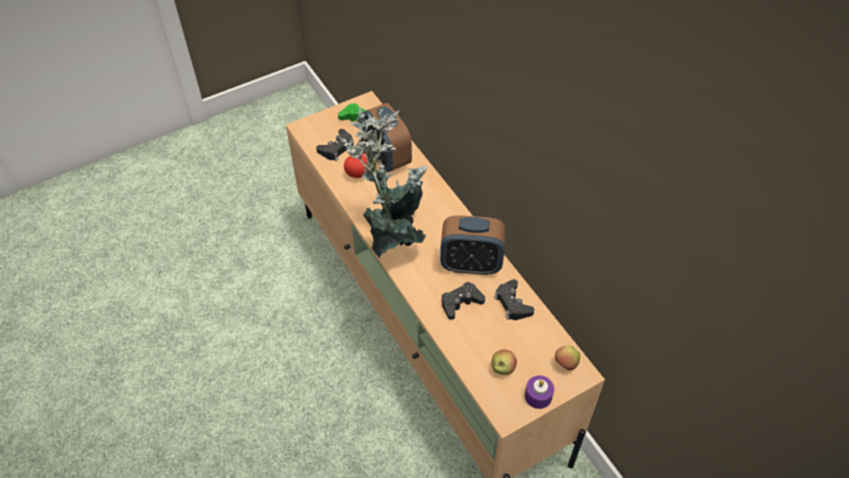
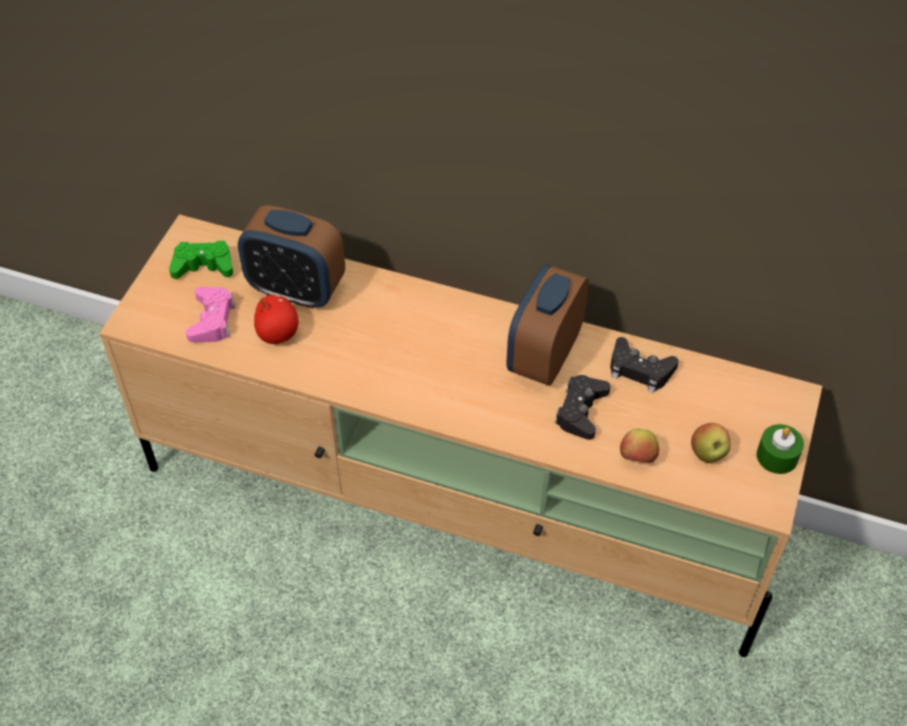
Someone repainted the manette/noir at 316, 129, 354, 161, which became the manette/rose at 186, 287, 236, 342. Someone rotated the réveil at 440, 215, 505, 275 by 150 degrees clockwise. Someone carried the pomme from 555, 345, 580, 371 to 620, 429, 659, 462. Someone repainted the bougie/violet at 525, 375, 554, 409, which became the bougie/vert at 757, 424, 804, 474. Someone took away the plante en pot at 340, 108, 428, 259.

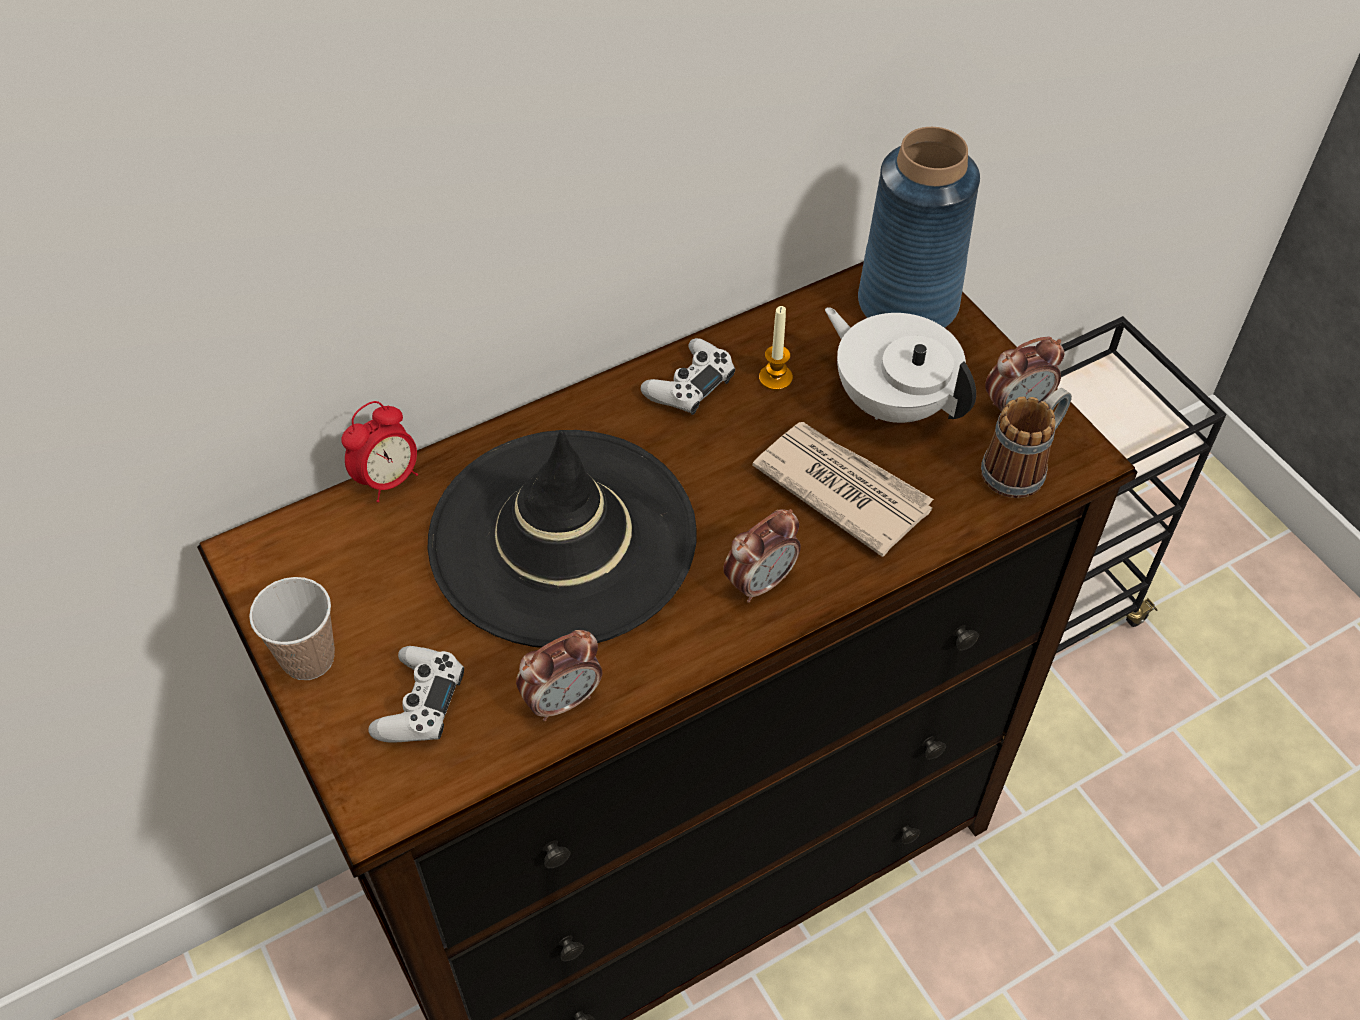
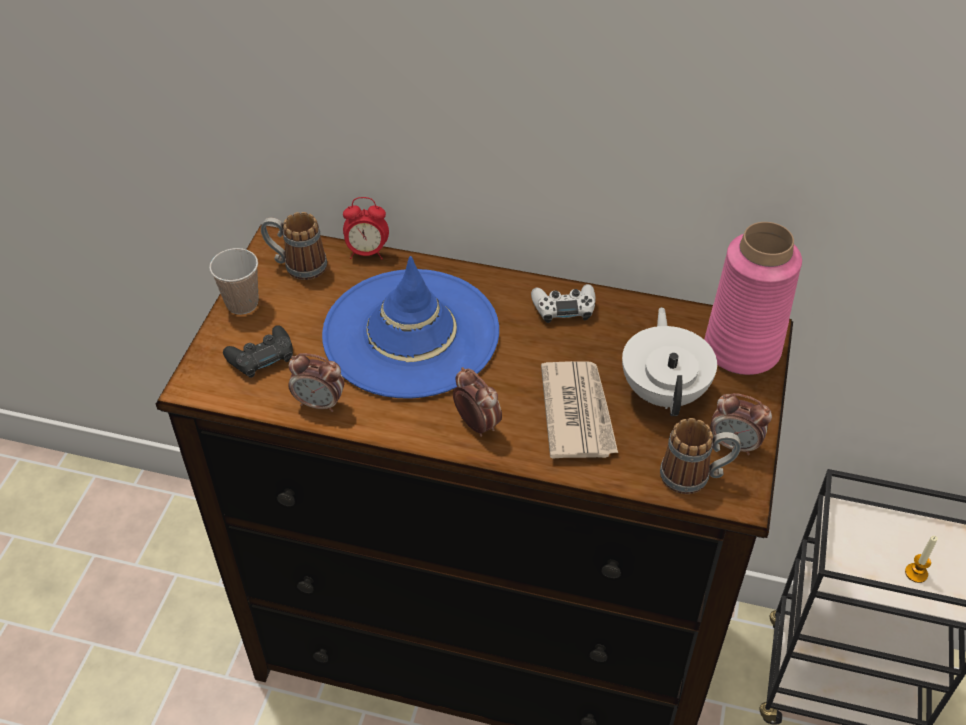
Someone repainted the manette/blanc at 369, 646, 464, 743, which became the manette/noir at 223, 325, 293, 378. Someone put down the mug at 261, 212, 327, 280. Someone repainted the chapeau/noir at 427, 430, 697, 648, which became the chapeau/bleu at 322, 256, 499, 399. Someone rotated the réveil at 723, 509, 801, 603 by 135 degrees counterclockwise. Someone repainted the vase/bleu at 858, 127, 980, 328, which became the vase/rose at 704, 222, 802, 375. Someone carried the bougie from 759, 306, 793, 391 to 905, 536, 938, 583.

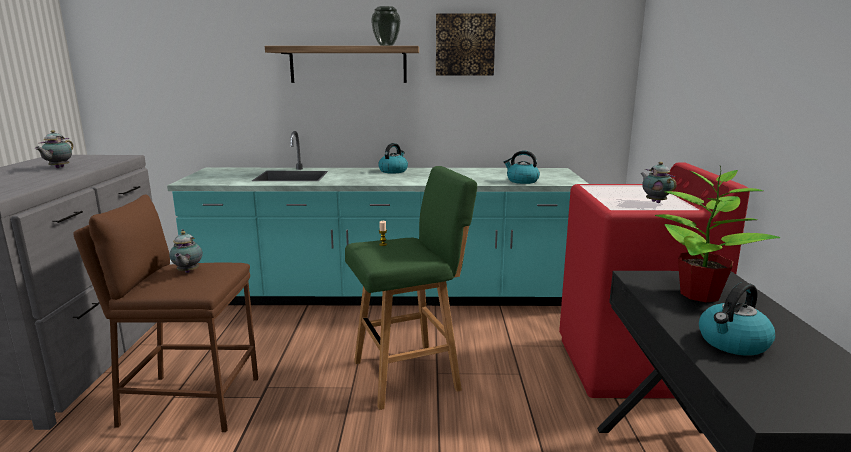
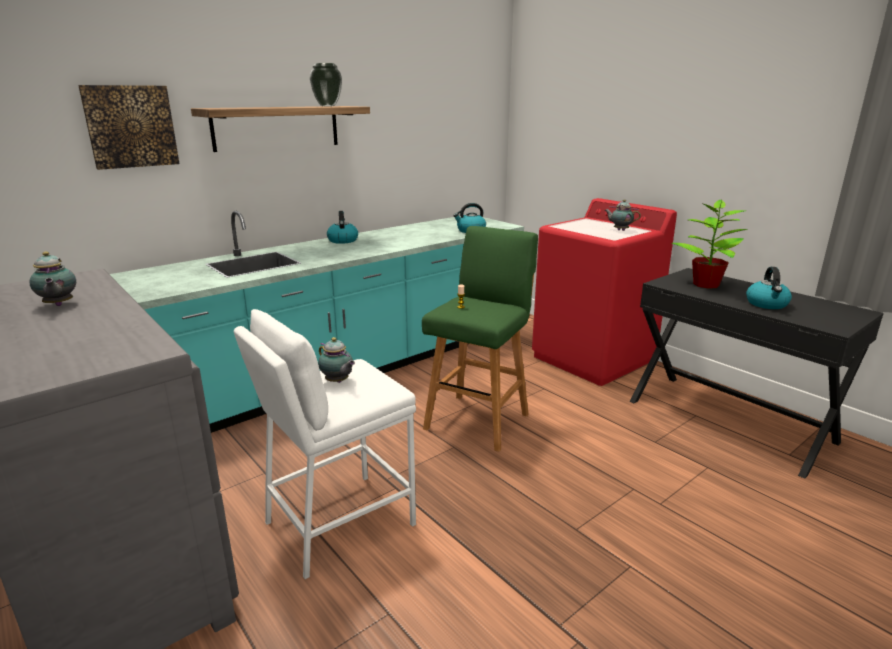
Someone carried the tableau from 436, 13, 496, 75 to 78, 85, 179, 170. Someone repainted the tabouret/marron at 73, 195, 258, 432, which became the tabouret/blanc at 234, 309, 416, 579.

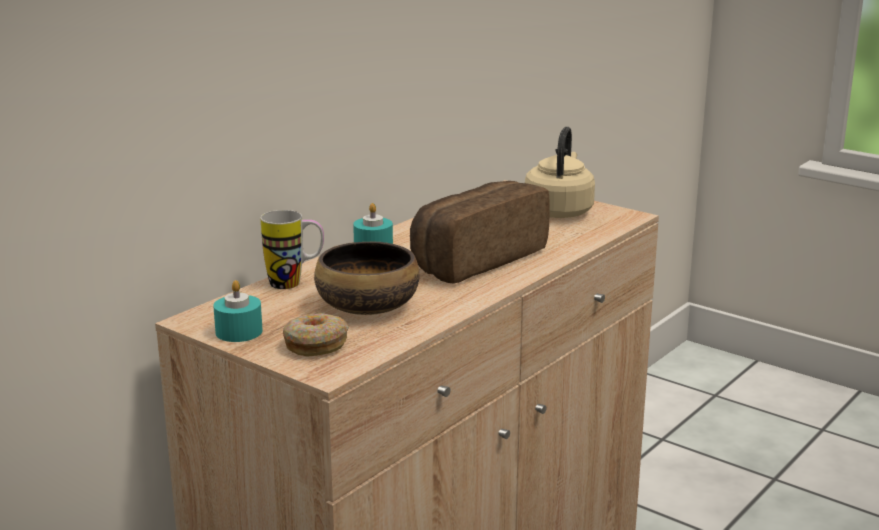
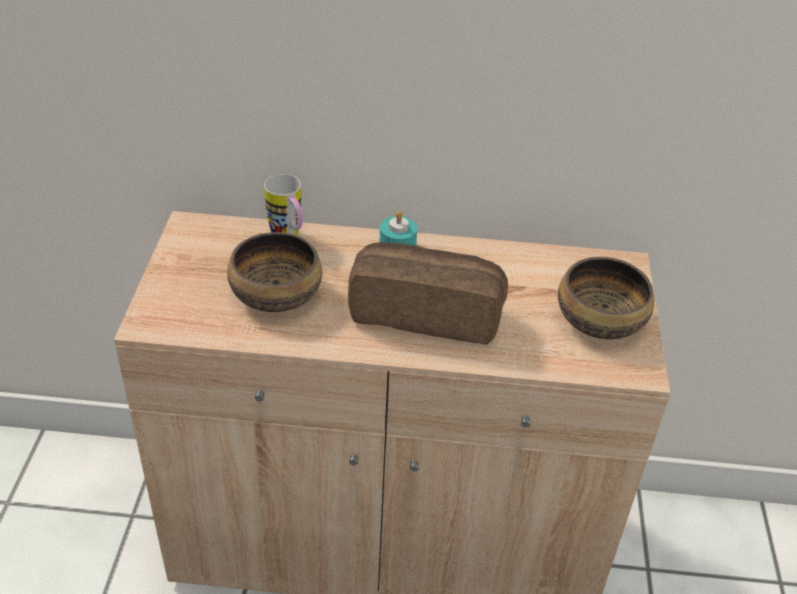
Someone swapped the bouilloire/beige at 525, 126, 595, 218 for the bol at 558, 257, 654, 339. Someone took away the bougie/turquoise at 213, 280, 263, 342. Someone took away the beignet at 283, 313, 349, 357.

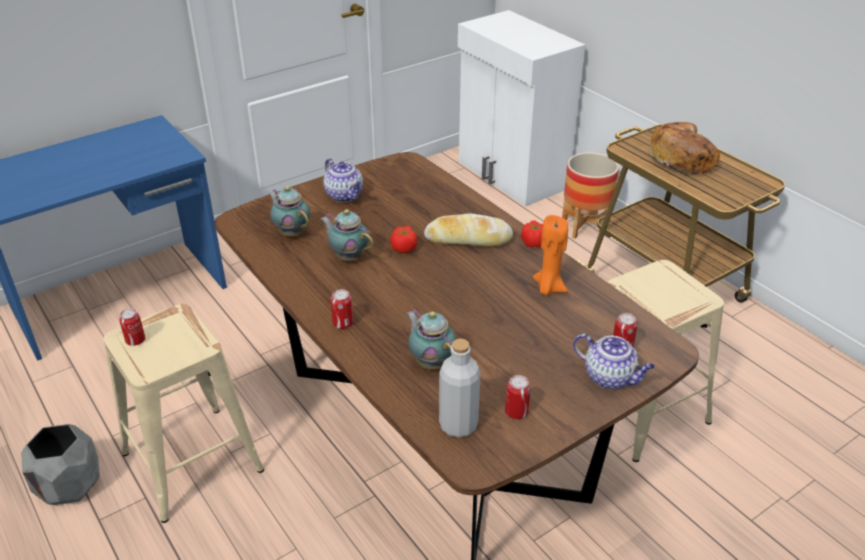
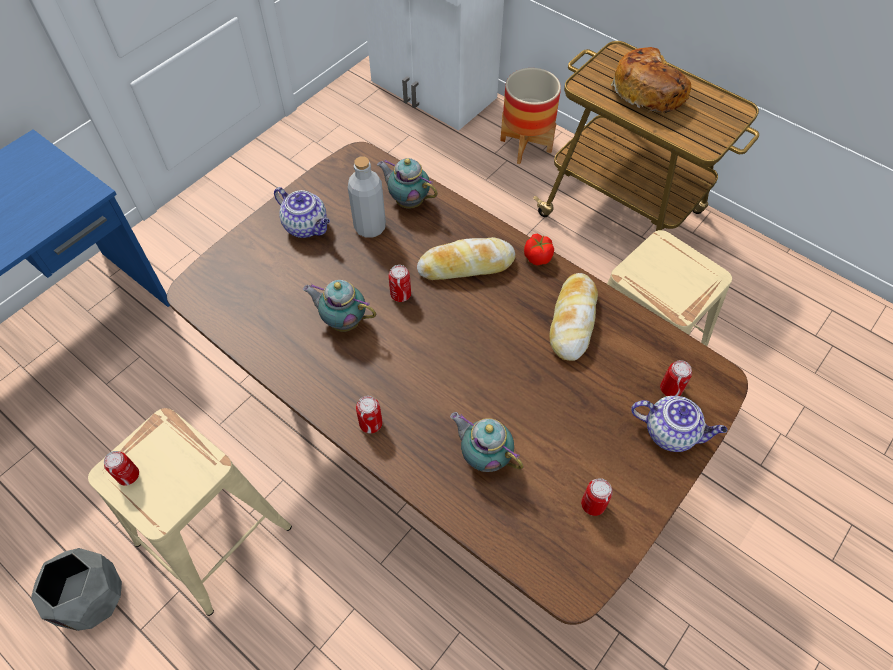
Someone carried the bouteille/gris from 439, 339, 481, 438 to 348, 157, 386, 238. Someone carried the théière from 269, 186, 310, 236 to 377, 158, 438, 209. Someone swapped the tomate at 391, 226, 417, 253 for the boîte métallique at 389, 265, 411, 302. Someone swapped the bougie/orange at 533, 215, 568, 295 for the pain at 550, 273, 598, 361.

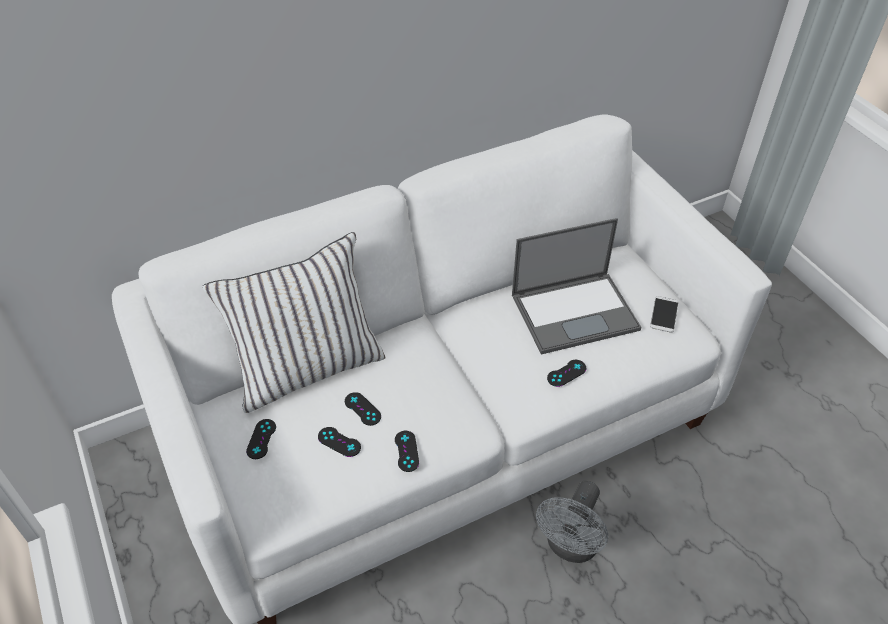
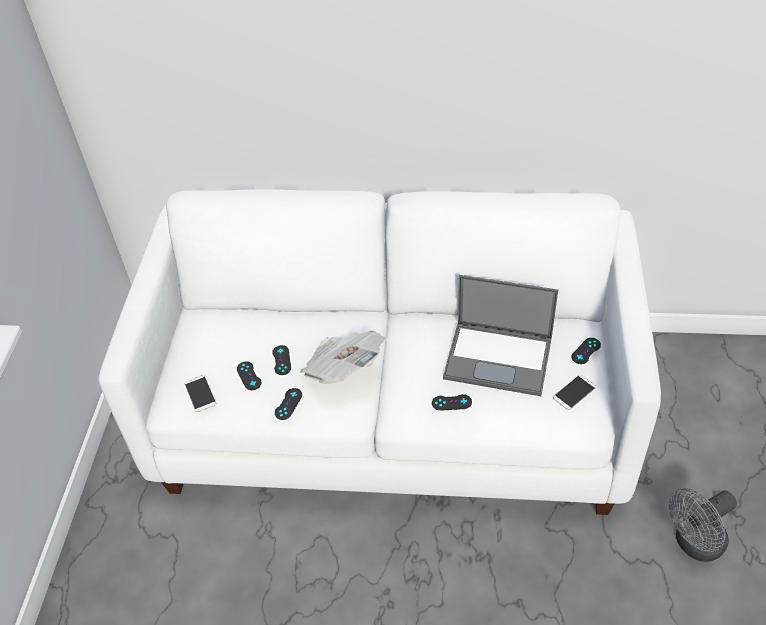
Someone put down the téléphone at 185, 375, 216, 412. Someone put down the journal at 300, 331, 386, 384. Someone carried the manette/noir from 246, 419, 276, 459 to 571, 338, 601, 364. Someone carried the ventilateur/gris from 536, 481, 609, 563 to 669, 488, 737, 562. Someone took away the coussin/blanc at 202, 232, 386, 413.

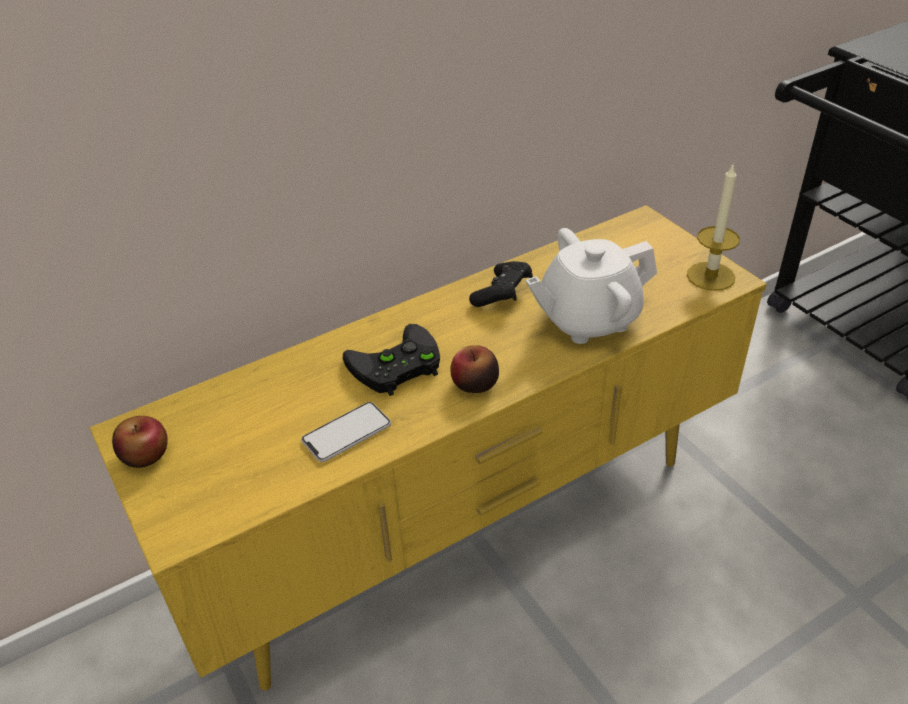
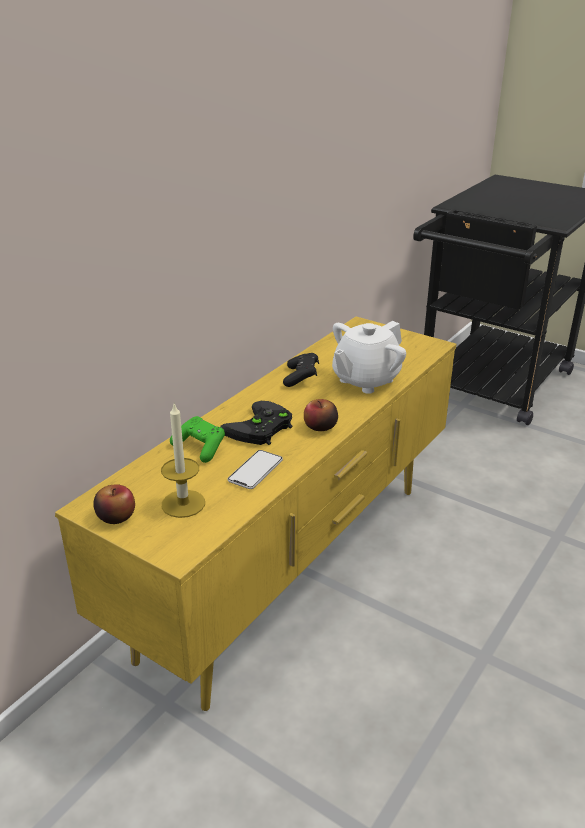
Someone carried the bougie from 687, 163, 740, 291 to 161, 404, 205, 518. Someone put down the manette/vert at 170, 416, 225, 463.

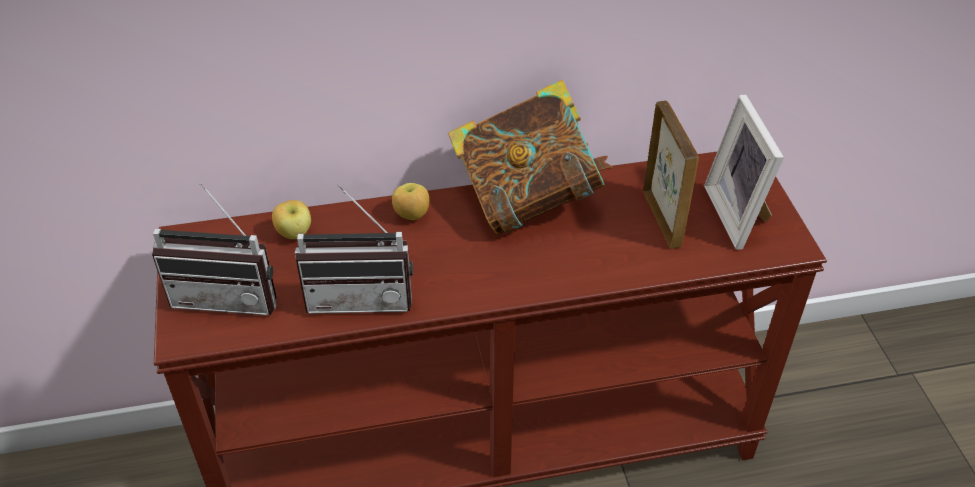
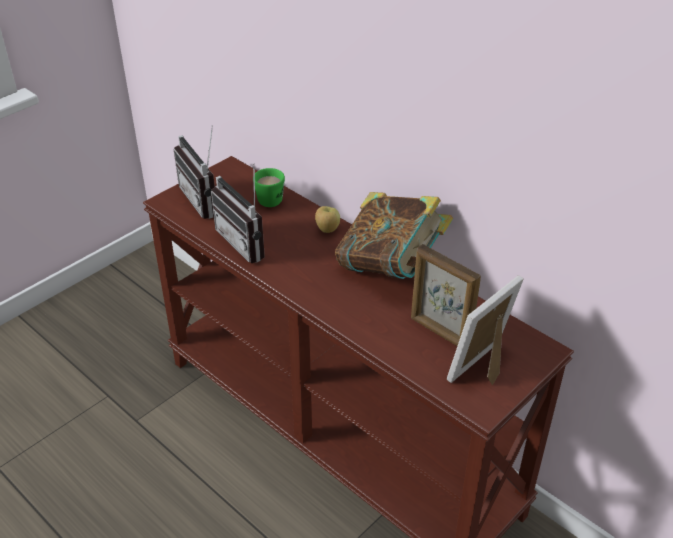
Someone swapped the pomme at 272, 200, 311, 239 for the mug/vert at 253, 168, 285, 207. Someone rotated the cadre photo at 643, 100, 699, 249 by 90 degrees clockwise.

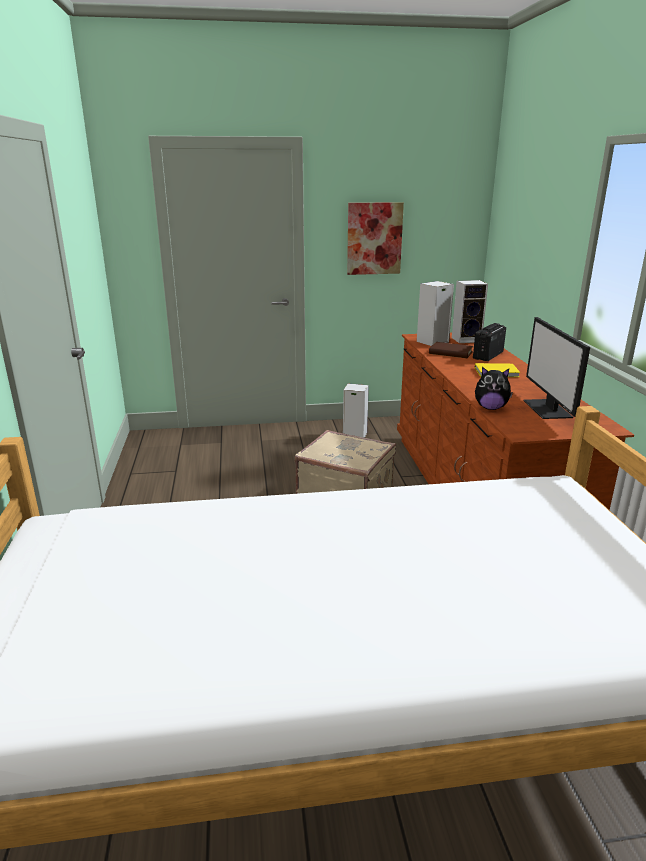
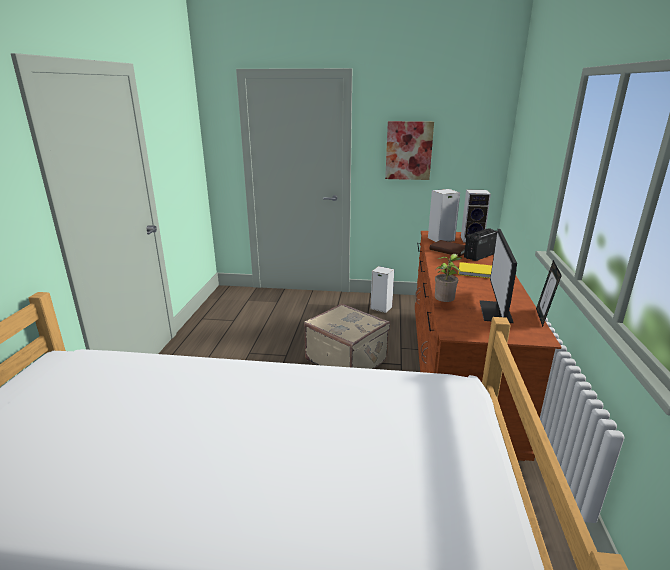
Someone swapped the peluche at 475, 367, 513, 410 for the plante en pot at 435, 254, 462, 302. Someone put down the cadre photo at 536, 260, 562, 327.

